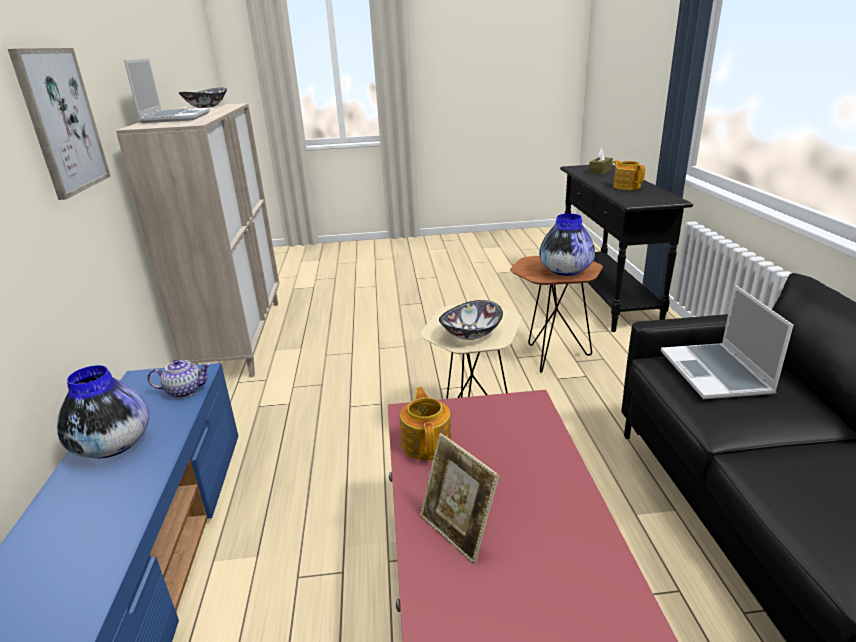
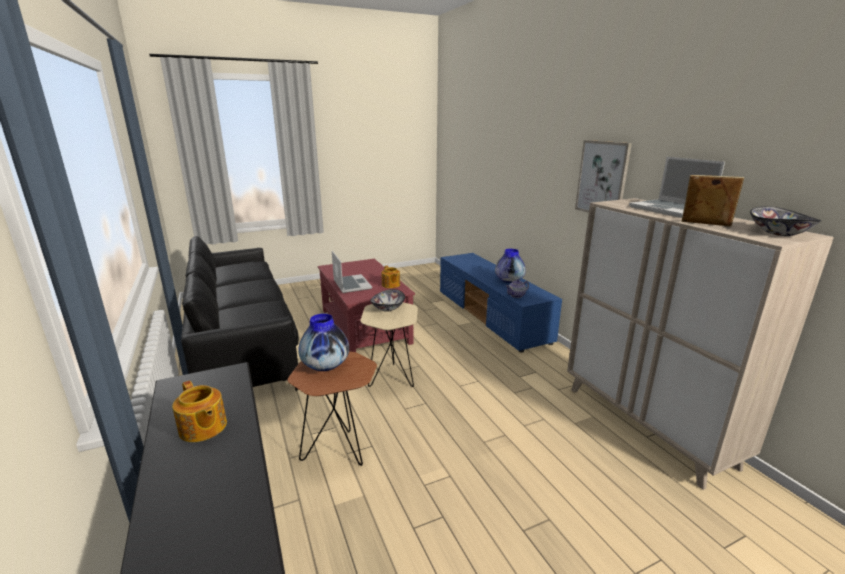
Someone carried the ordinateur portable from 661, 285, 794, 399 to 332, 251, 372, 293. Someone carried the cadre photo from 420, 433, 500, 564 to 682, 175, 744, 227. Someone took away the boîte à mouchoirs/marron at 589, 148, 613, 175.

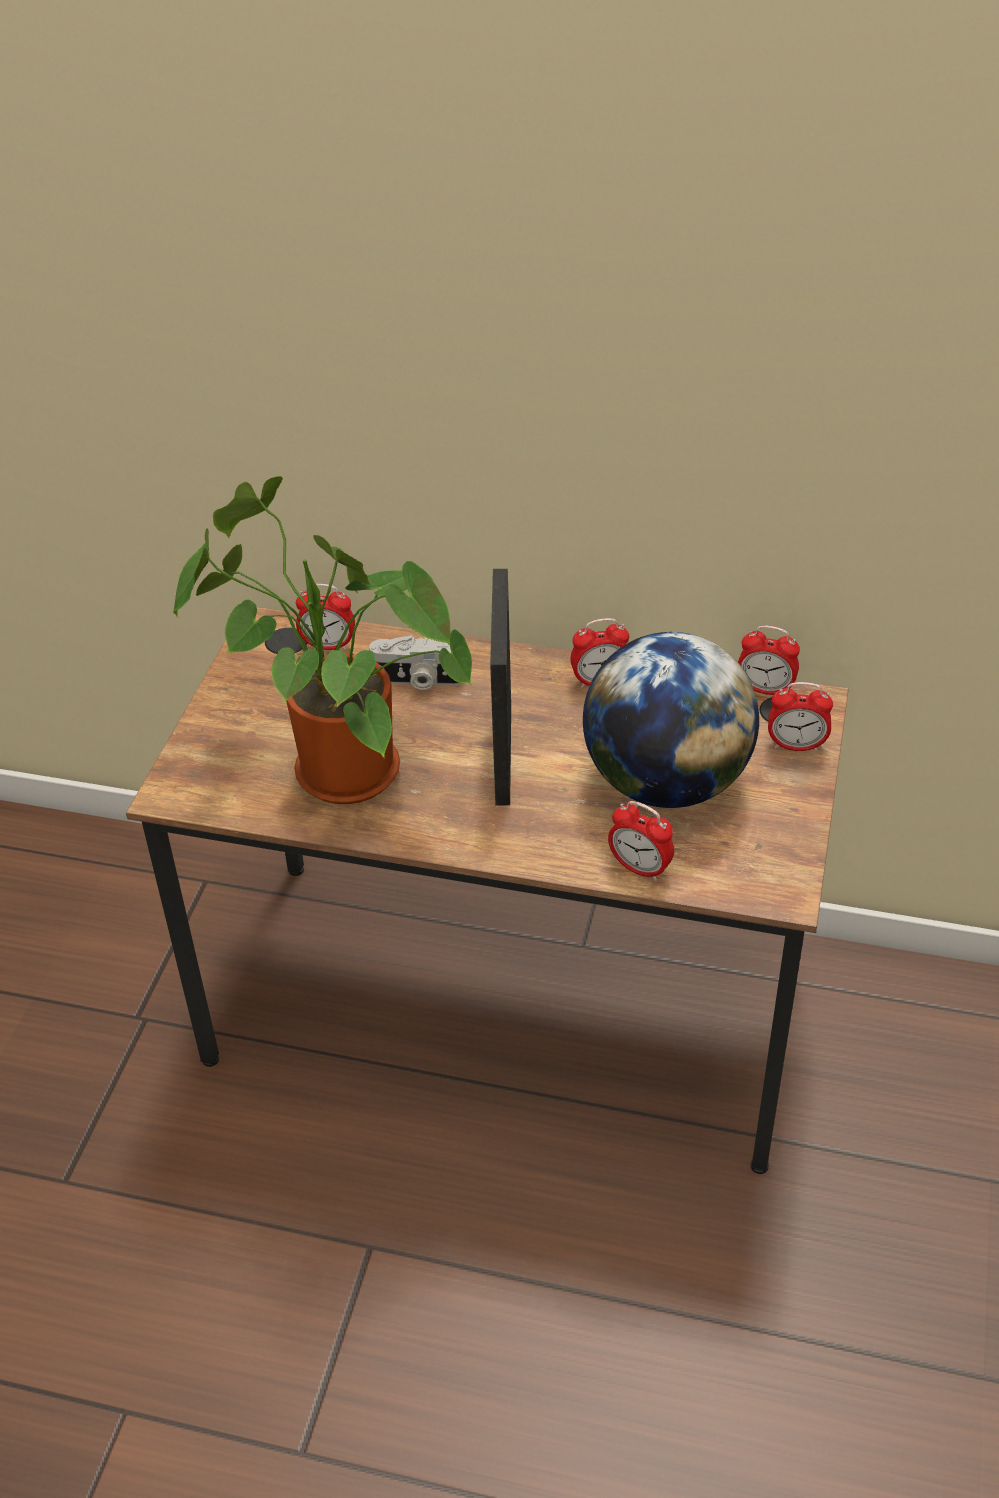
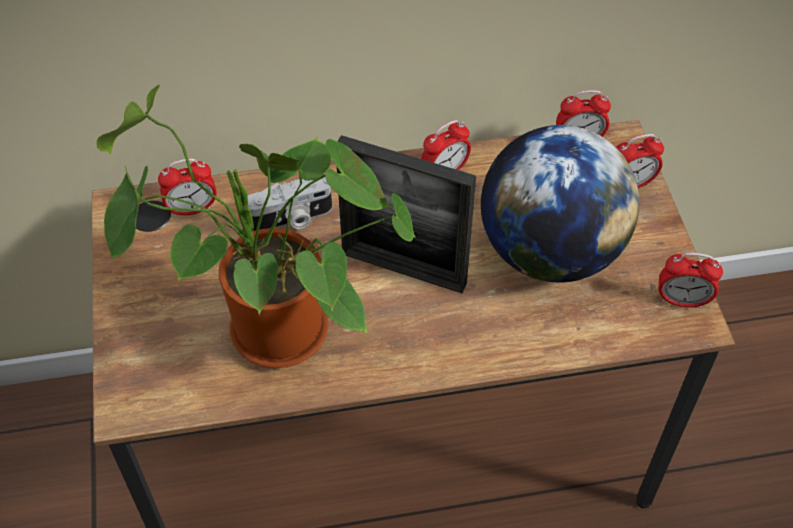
Someone rotated the cadre photo at 490, 569, 511, 805 by 45 degrees counterclockwise. Someone carried the réveil from 608, 801, 674, 881 to 658, 253, 723, 308.

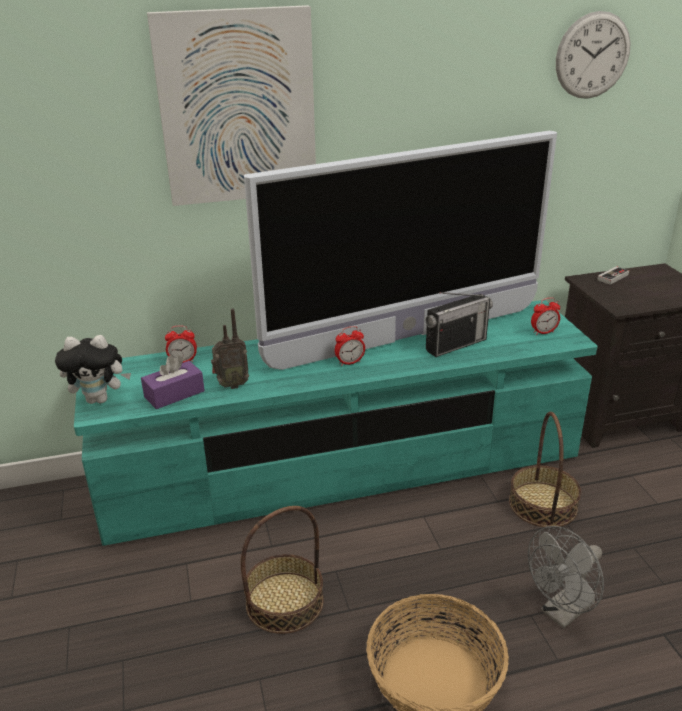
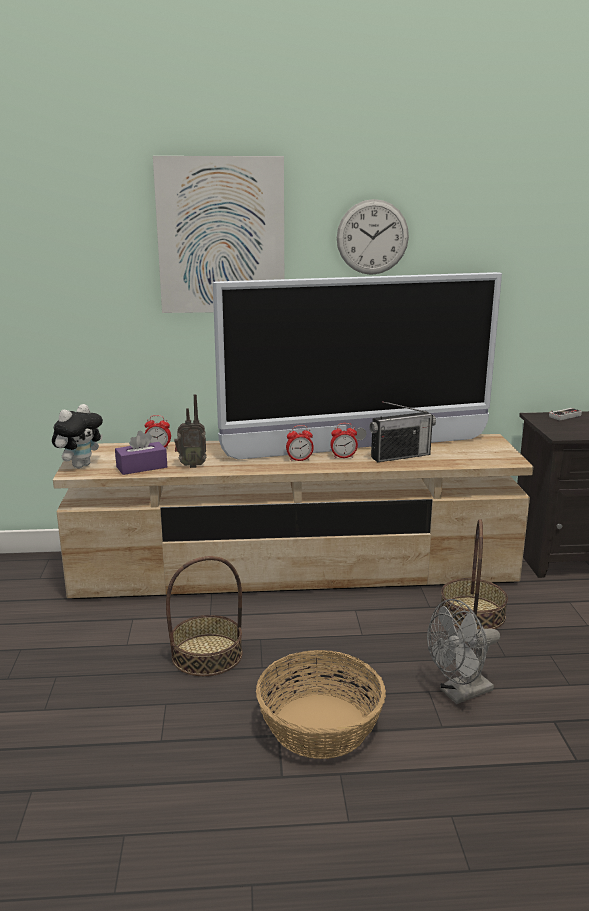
Someone rotated the peluche at 55, 335, 131, 404 by 60 degrees counterclockwise. Someone repainted the meuble télé/turquoise at 74, 300, 598, 546, which became the meuble télé/beige at 53, 434, 533, 599. Someone carried the réveil from 531, 298, 560, 335 to 330, 423, 358, 458. Someone carried the horloge murale from 556, 11, 631, 99 to 337, 199, 409, 275.

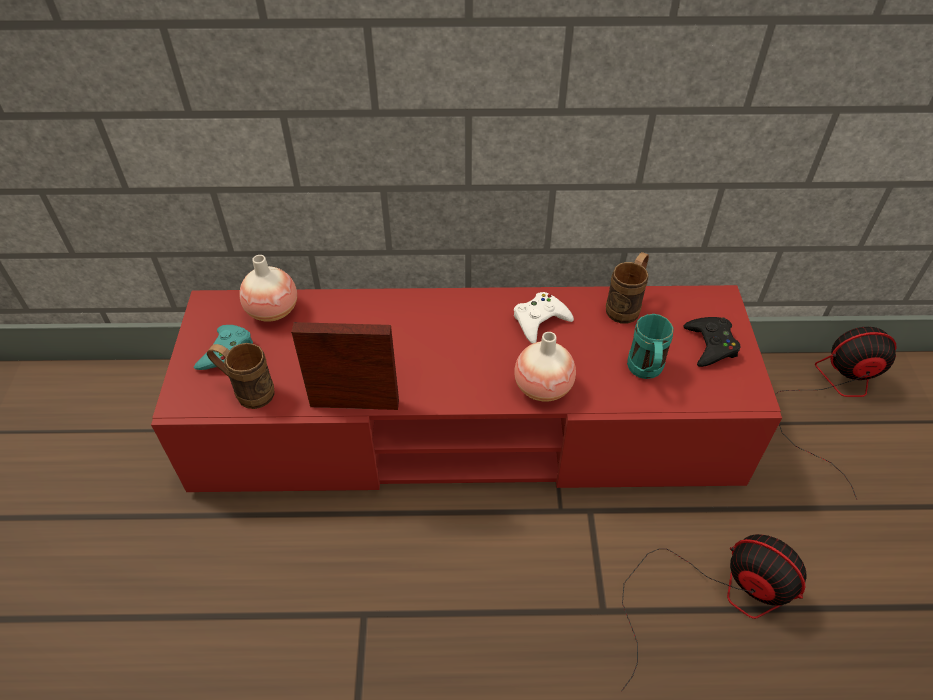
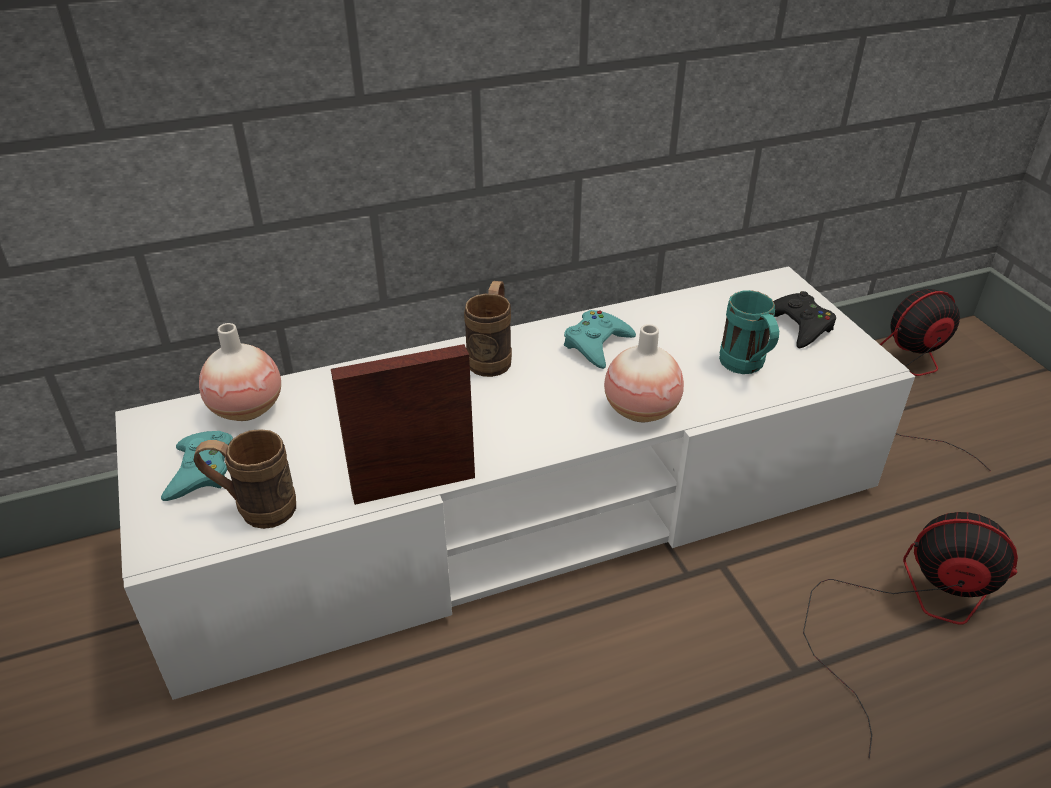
Someone repainted the meuble télé/rouge at 151, 285, 782, 492, which became the meuble télé/blanc at 115, 266, 915, 700. Someone carried the mug/marron from 606, 252, 649, 324 to 464, 281, 512, 377. Someone repainted the manette/blanc at 514, 292, 574, 344, which became the manette/turquoise at 564, 310, 636, 369.

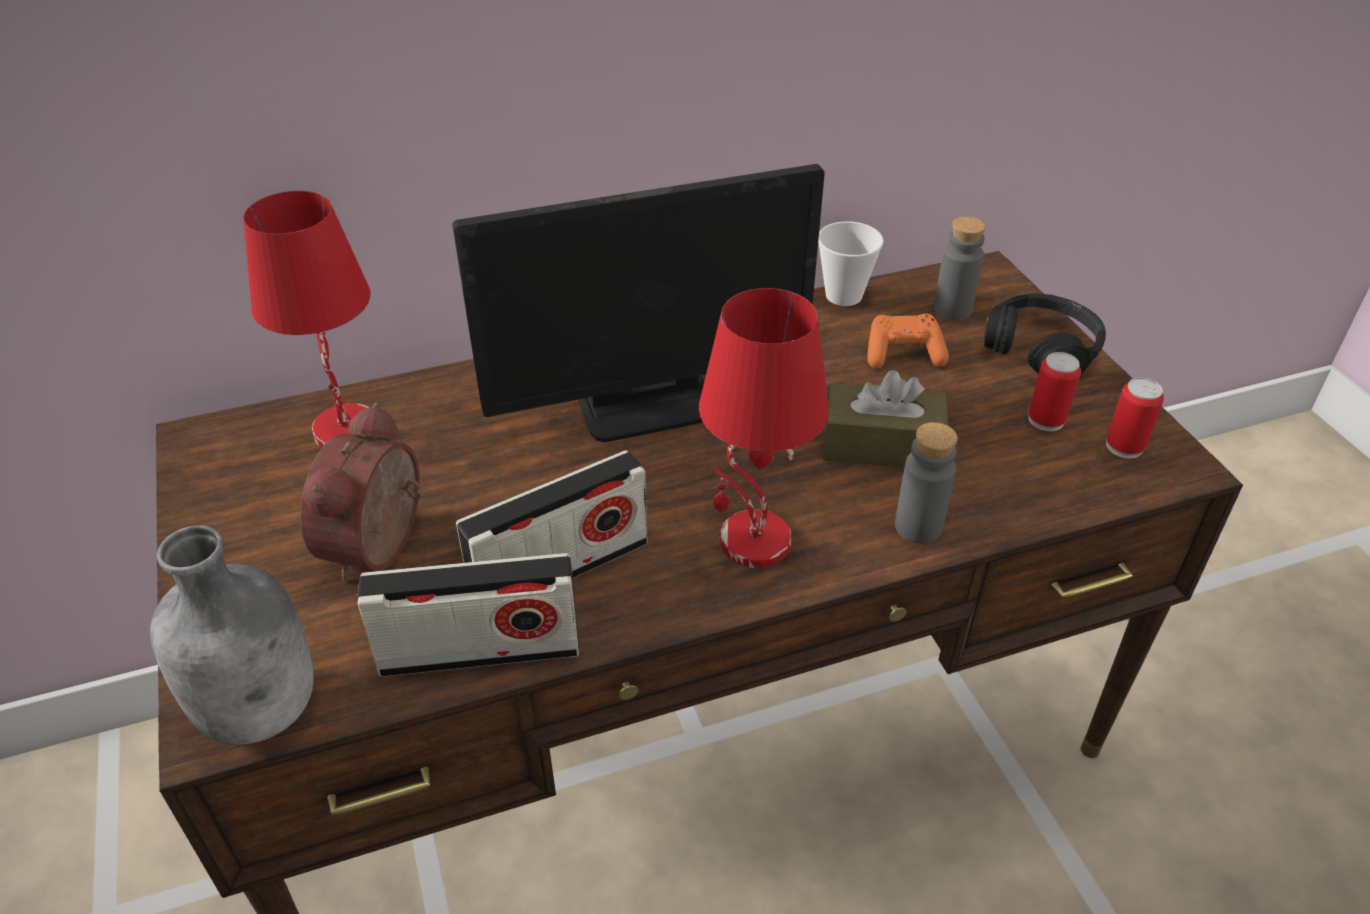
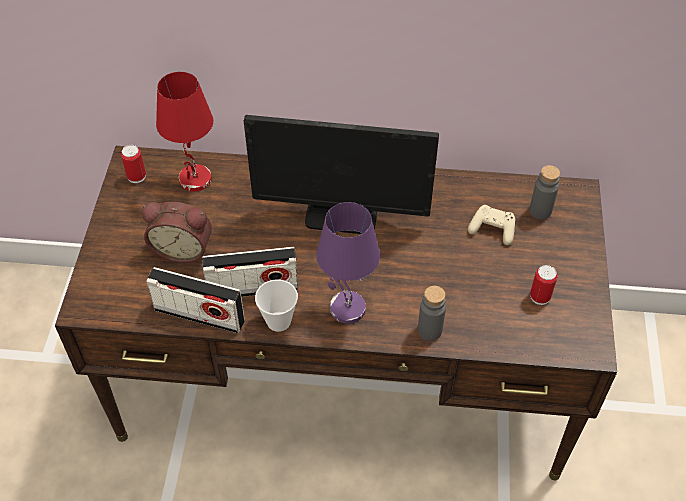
Someone carried the boîte métallique from 1106, 377, 1164, 459 to 121, 145, 146, 183. Someone rotated the réveil at 300, 403, 422, 581 by 120 degrees counterclockwise. Someone carried the tasse from 818, 221, 884, 306 to 255, 279, 298, 332. Someone repainted the lampe de table/rouge at 699, 288, 829, 568, which became the lampe de table/violet at 316, 202, 380, 324. Someone repainted the manette/orange at 867, 314, 949, 369, which became the manette/beige at 468, 205, 515, 245. Someone took away the bouteille/gris at 150, 525, 314, 745. Someone took away the boîte à mouchoirs/marron at 823, 370, 948, 468. Someone took away the casque audio/noir at 984, 294, 1106, 374.

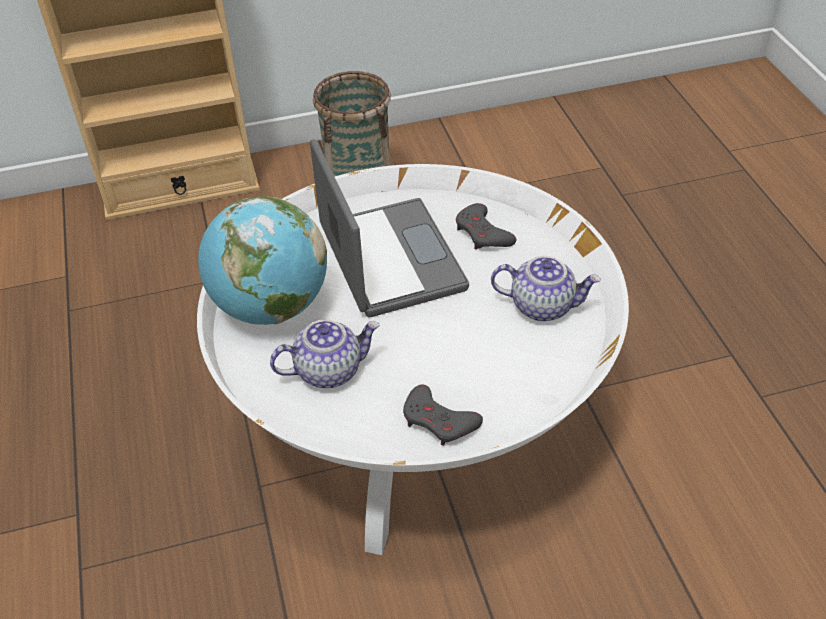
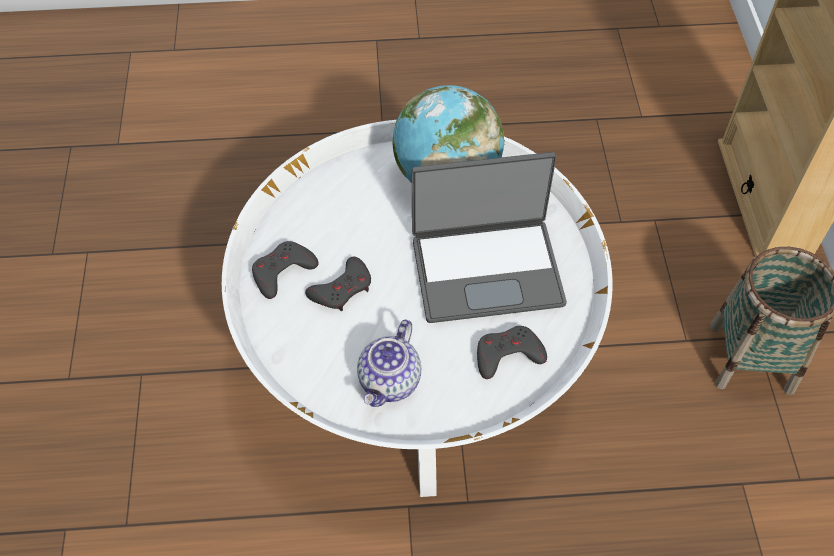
Someone put down the manette/gris at 305, 257, 371, 311. Someone took away the théière at 270, 319, 380, 388.

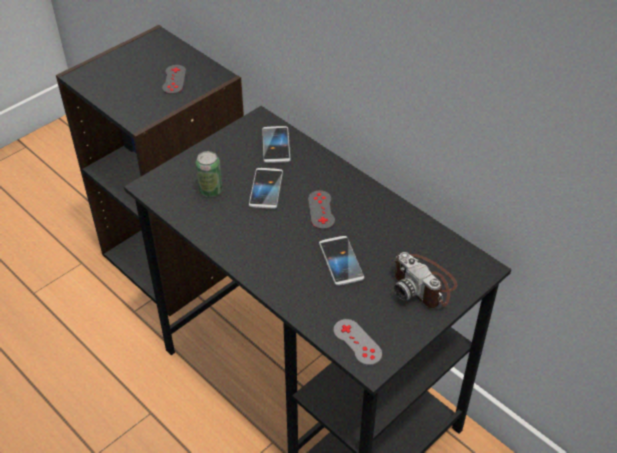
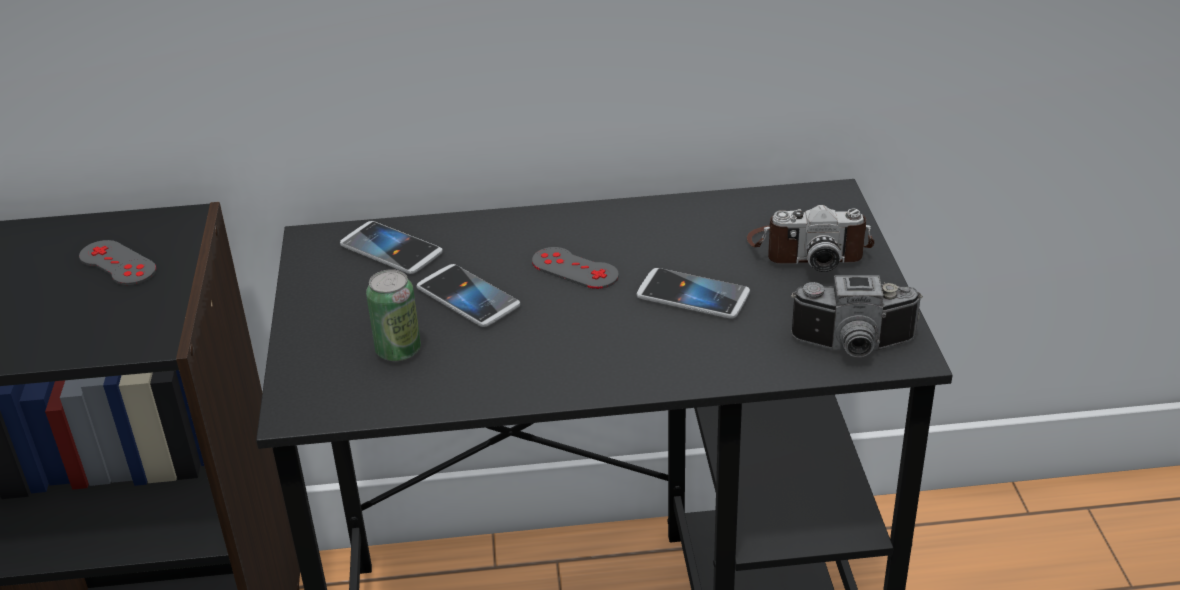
Someone swapped the manette/gris at 333, 319, 382, 365 for the appareil photo at 791, 275, 923, 357.

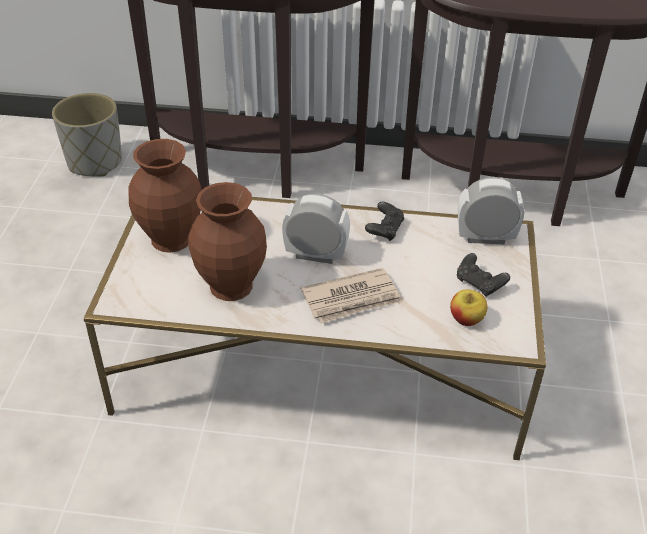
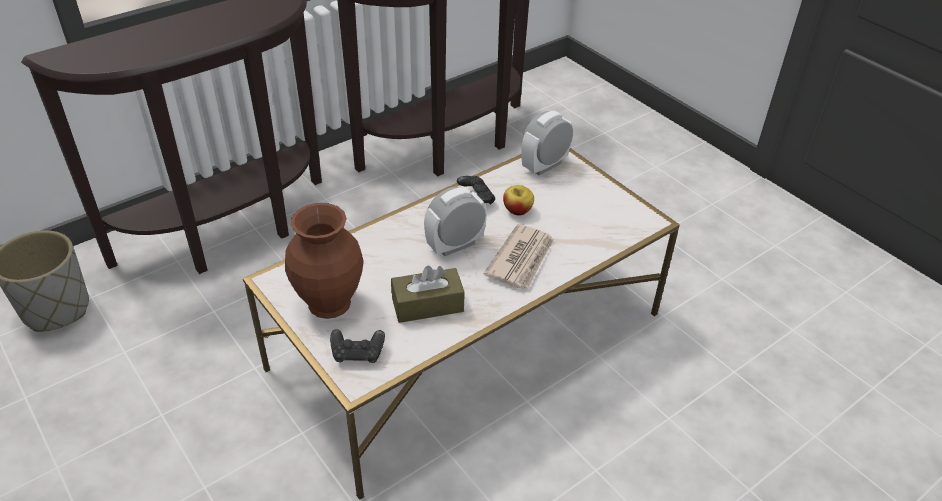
Someone carried the manette/noir from 457, 253, 510, 297 to 330, 329, 385, 363. Someone swapped the vase/marron at 188, 182, 267, 301 for the boîte à mouchoirs/marron at 391, 265, 464, 323. Someone carried the pomme from 450, 290, 487, 326 to 503, 185, 534, 216.

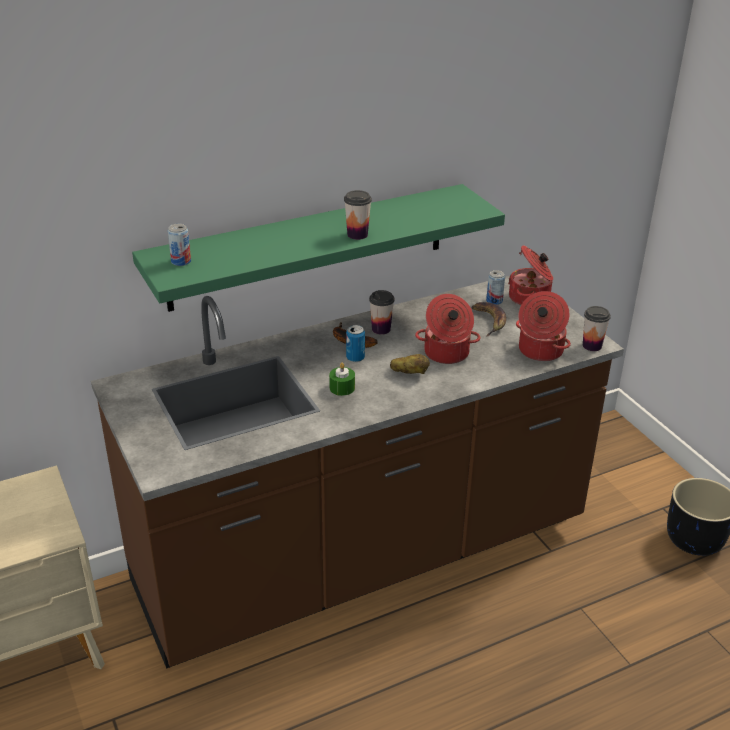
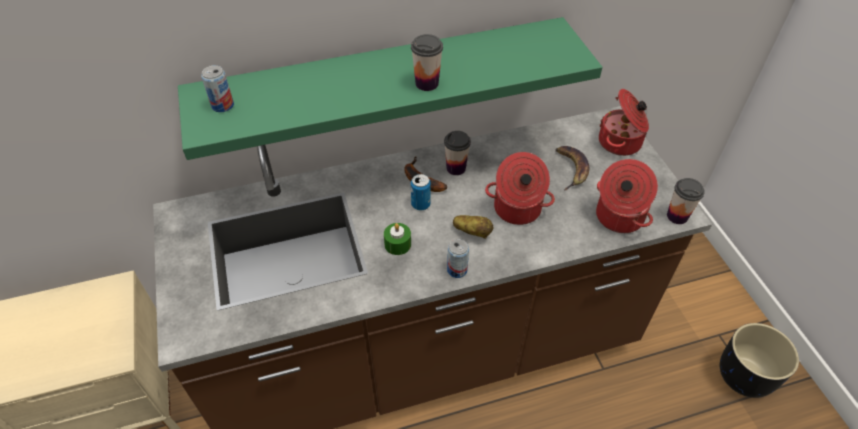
Someone carried the boîte métallique from 486, 270, 505, 305 to 447, 239, 469, 278.

